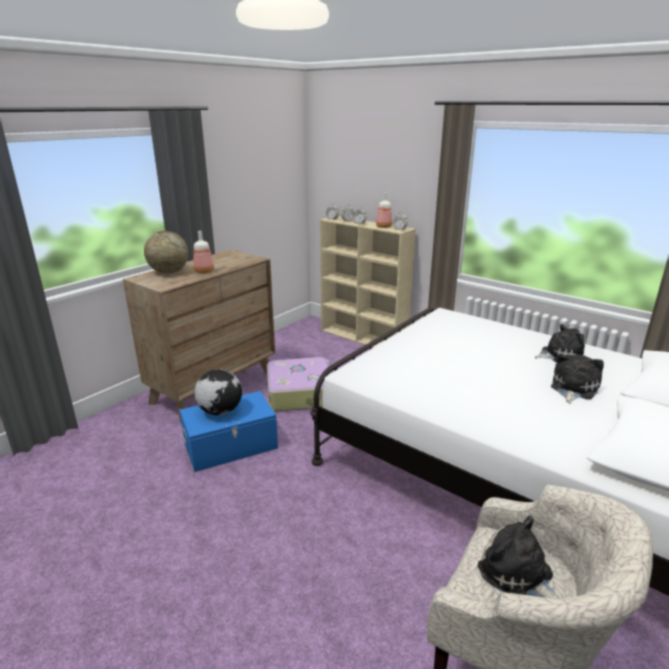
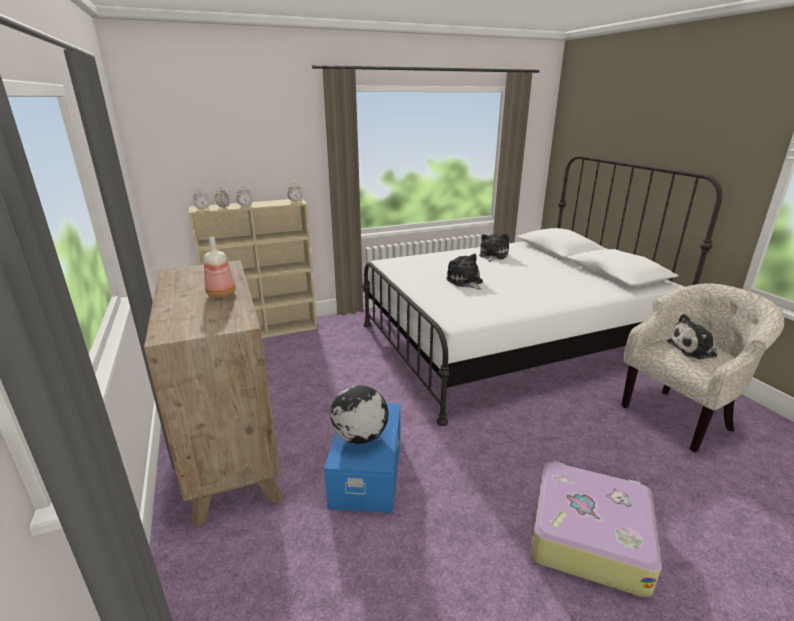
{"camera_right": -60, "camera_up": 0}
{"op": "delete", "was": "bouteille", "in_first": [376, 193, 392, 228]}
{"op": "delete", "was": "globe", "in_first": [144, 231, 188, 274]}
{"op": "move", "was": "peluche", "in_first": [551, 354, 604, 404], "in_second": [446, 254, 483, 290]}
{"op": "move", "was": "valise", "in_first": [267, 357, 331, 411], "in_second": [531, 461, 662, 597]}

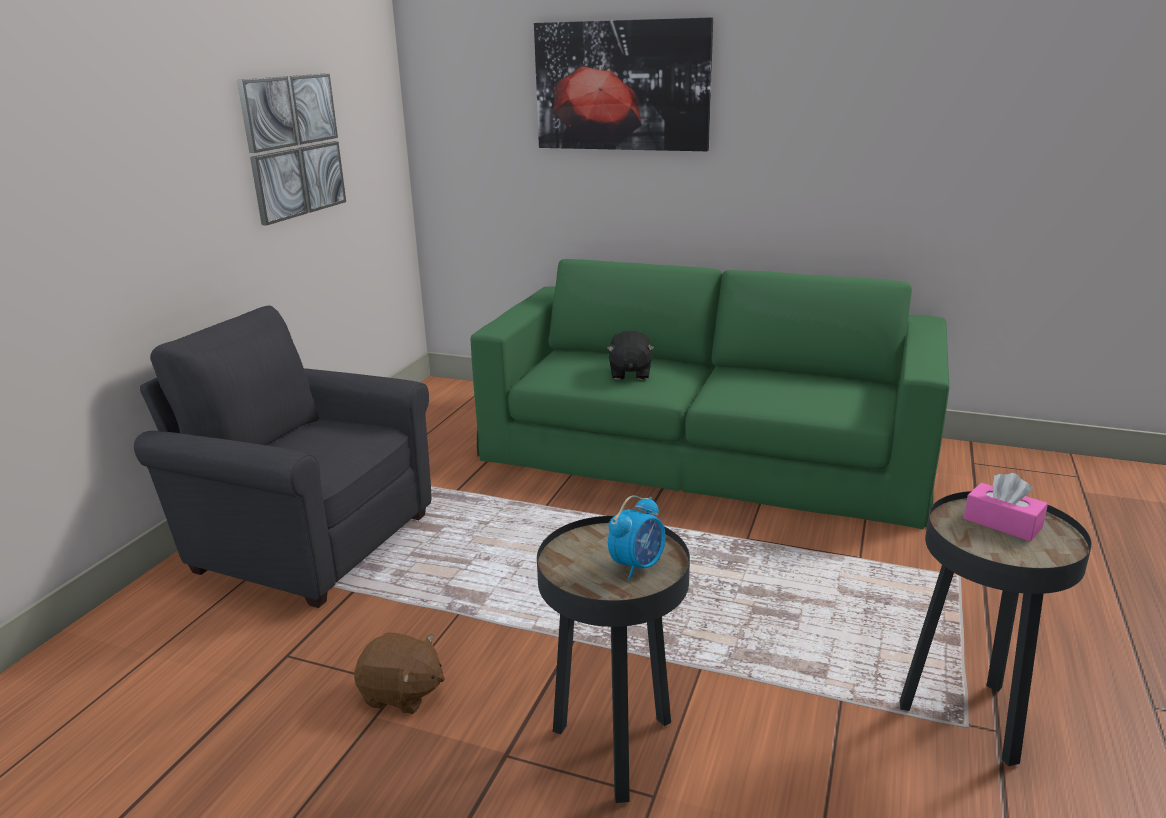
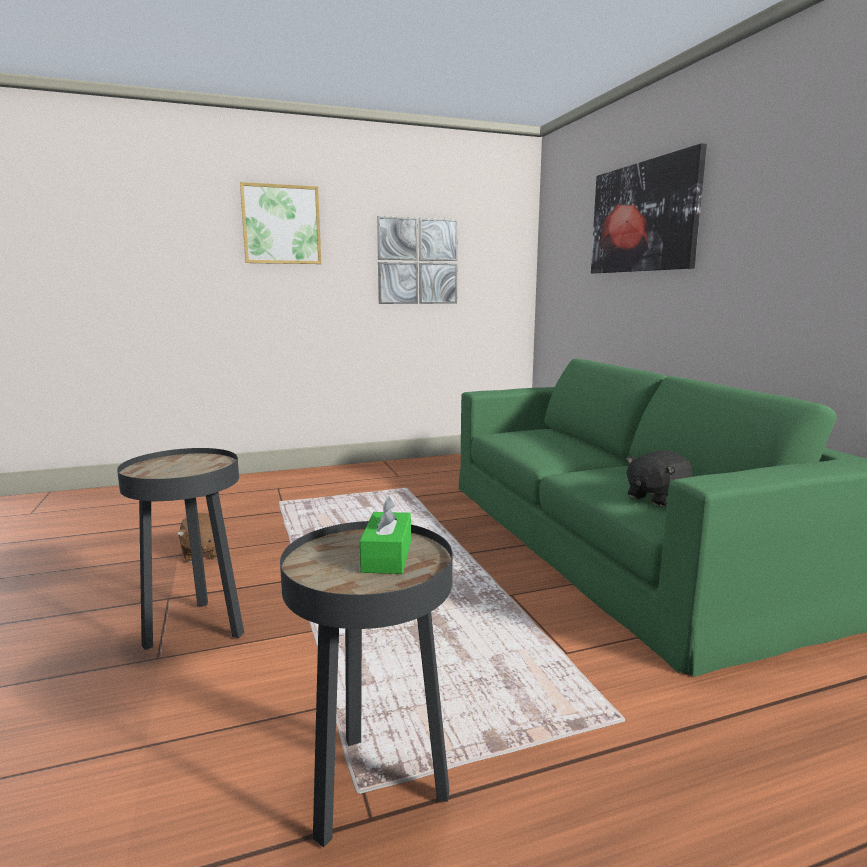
{"camera_right": 50, "camera_up": -10}
{"op": "delete", "was": "fauteuil/gris", "in_first": [134, 306, 431, 608]}
{"op": "move", "was": "peluche/noir", "in_first": [606, 331, 655, 380], "in_second": [626, 450, 693, 506]}
{"op": "recolor", "was": "boîte à mouchoirs/rose", "now": "boîte à mouchoirs/vert", "in_first": [964, 473, 1048, 541], "in_second": [360, 495, 411, 574]}
{"op": "delete", "was": "réveil", "in_first": [608, 495, 666, 580]}
{"op": "insert", "now": "tableau", "in_second": [240, 182, 321, 264]}

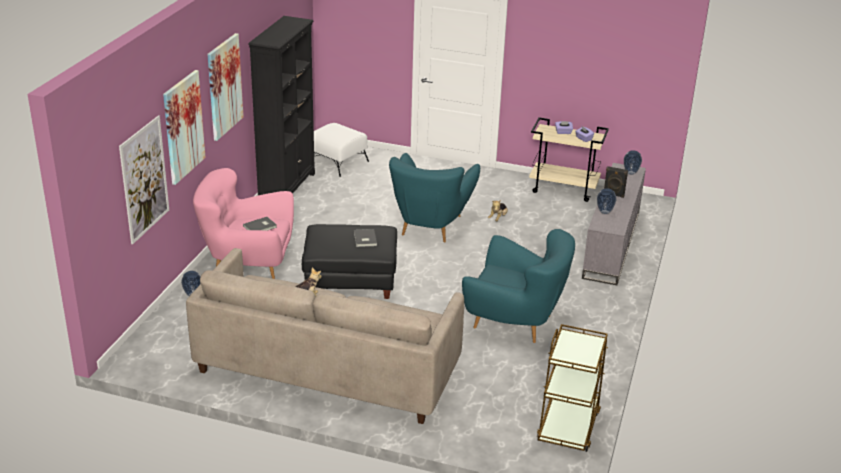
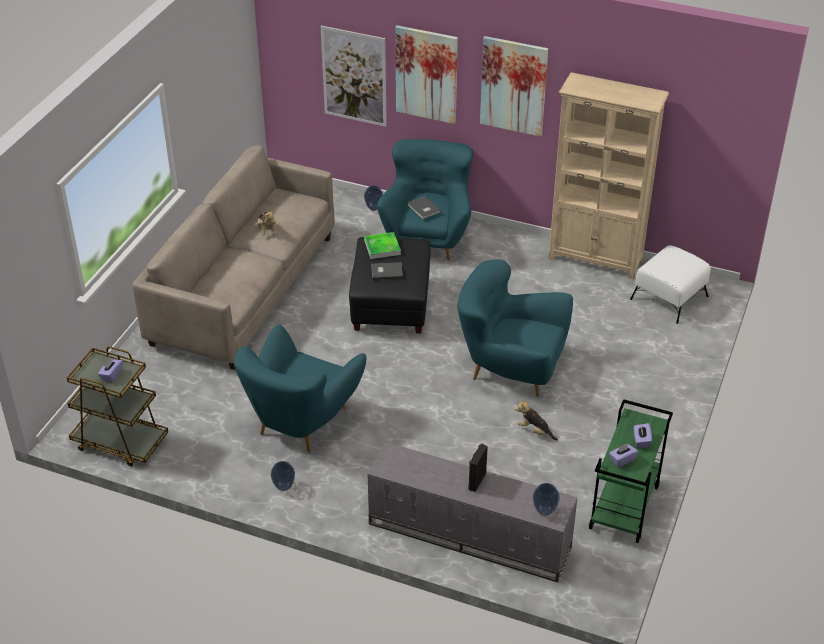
{"camera_right": 95, "camera_up": 10}
{"op": "recolor", "was": "bibliothèque/noir", "now": "bibliothèque/beige", "in_first": [248, 16, 315, 195], "in_second": [548, 72, 669, 279]}
{"op": "recolor", "was": "chariot/beige", "now": "chariot/vert", "in_first": [529, 117, 609, 202], "in_second": [589, 399, 673, 543]}
{"op": "recolor", "was": "fauteuil/rose", "now": "fauteuil/turquoise", "in_first": [193, 168, 294, 279], "in_second": [377, 139, 473, 260]}
{"op": "move", "was": "vase", "in_first": [597, 188, 616, 214], "in_second": [271, 461, 295, 491]}
{"op": "insert", "now": "plateau", "in_second": [364, 232, 401, 259]}
{"op": "insert", "now": "boîte à mouchoirs/violet", "in_second": [98, 358, 123, 383]}

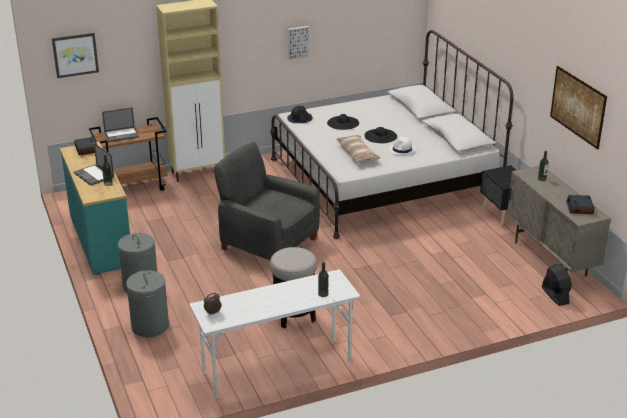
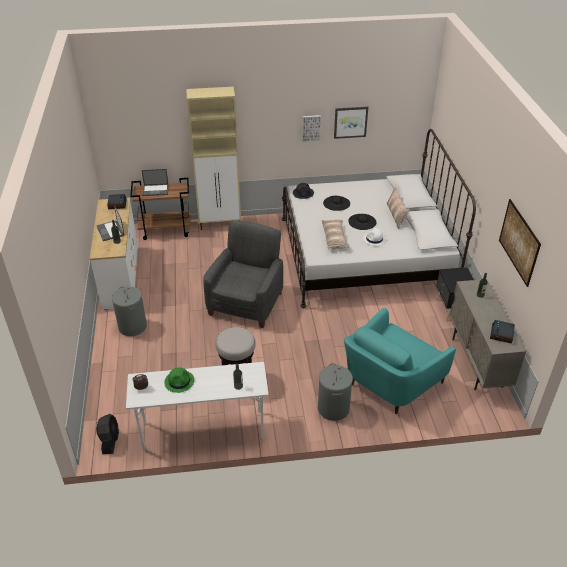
{"camera_right": 15, "camera_up": 10}
{"op": "move", "was": "tableau", "in_first": [52, 33, 99, 78], "in_second": [334, 106, 368, 139]}
{"op": "recolor", "was": "commode/turquoise", "now": "commode/blanc", "in_first": [60, 142, 130, 275], "in_second": [90, 198, 138, 310]}
{"op": "rotate", "was": "fauteuil/gris", "in_first": [214, 142, 320, 260], "in_second": [203, 220, 283, 328], "clockwise": 60}
{"op": "move", "was": "ventilateur/noir", "in_first": [542, 264, 572, 306], "in_second": [96, 414, 119, 454]}
{"op": "move", "was": "panier à linge/gris", "in_first": [126, 270, 169, 337], "in_second": [318, 363, 353, 421]}
{"op": "insert", "now": "coussin", "in_second": [387, 187, 408, 229]}
{"op": "insert", "now": "fauteuil/turquoise", "in_second": [344, 308, 456, 415]}
{"op": "insert", "now": "chapeau/vert", "in_second": [164, 367, 194, 393]}

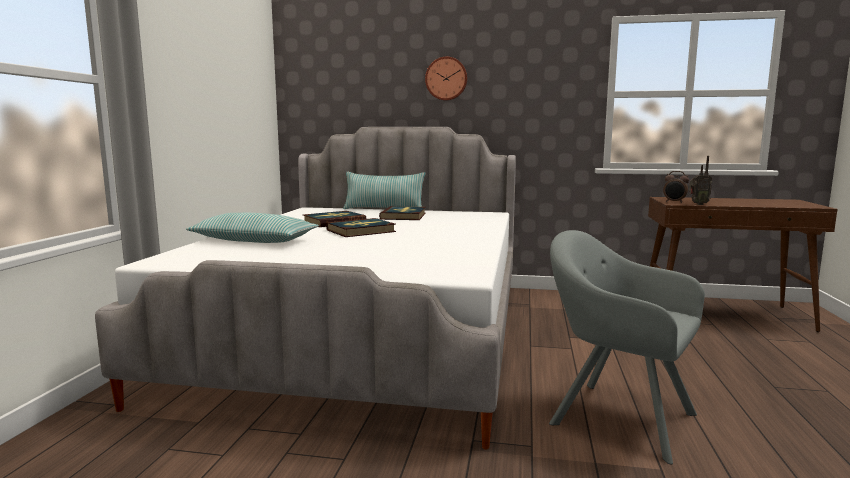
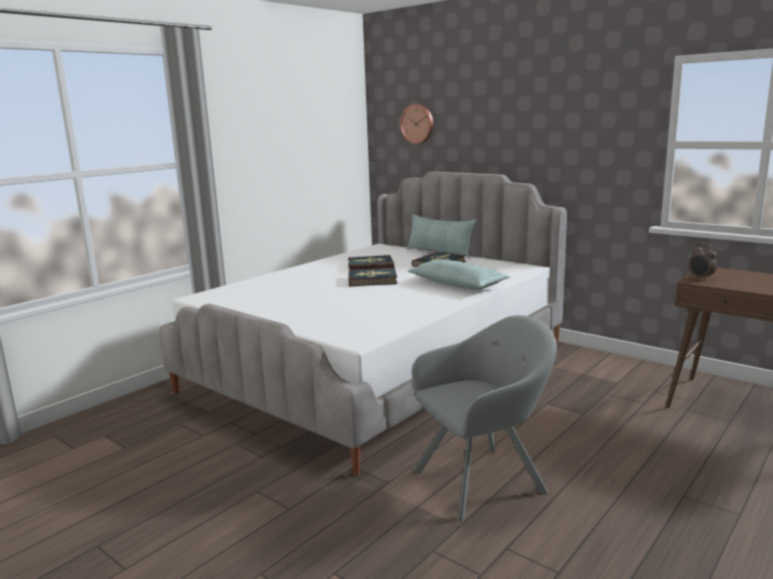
{"camera_right": 30, "camera_up": 5}
{"op": "move", "was": "horloge murale", "in_first": [425, 57, 467, 101], "in_second": [400, 104, 433, 144]}
{"op": "delete", "was": "radio", "in_first": [689, 156, 712, 205]}
{"op": "move", "was": "coussin", "in_first": [186, 213, 319, 243], "in_second": [408, 260, 510, 290]}
{"op": "rotate", "was": "fauteuil/gris", "in_first": [549, 230, 705, 464], "in_second": [412, 315, 557, 522], "clockwise": 90}

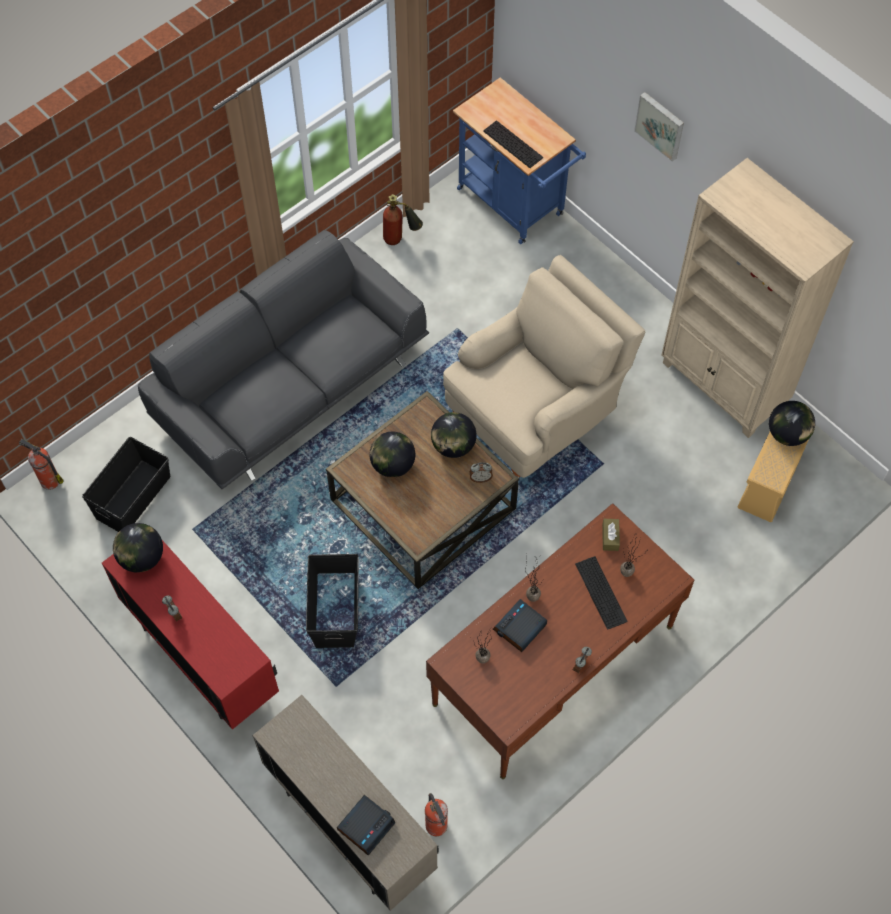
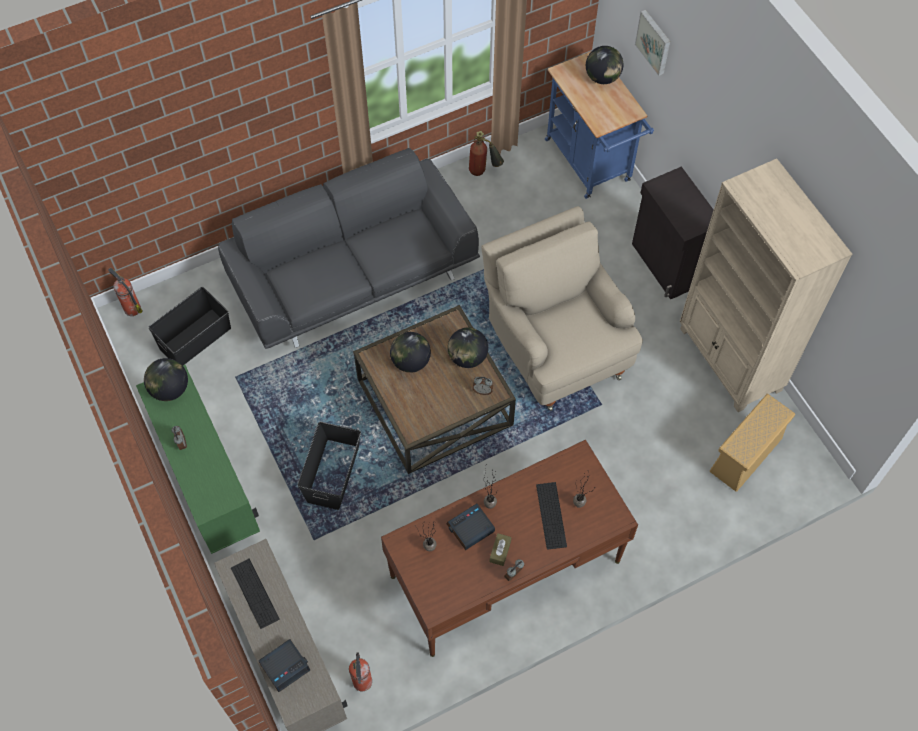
{"camera_right": 15, "camera_up": 0}
{"op": "move", "was": "tableau", "in_first": [634, 92, 684, 161], "in_second": [635, 10, 670, 76]}
{"op": "move", "was": "clavier", "in_first": [483, 120, 543, 168], "in_second": [231, 558, 280, 629]}
{"op": "rotate", "was": "fauteuil/beige", "in_first": [443, 255, 645, 478], "in_second": [481, 206, 643, 411], "clockwise": -90}
{"op": "move", "was": "globe", "in_first": [769, 401, 815, 446], "in_second": [586, 46, 623, 84]}
{"op": "move", "was": "boîte à mouchoirs/marron", "in_first": [602, 519, 620, 551], "in_second": [490, 533, 511, 566]}
{"op": "recolor", "was": "meuble de rangement/rouge", "now": "meuble de rangement/vert", "in_first": [102, 540, 279, 730], "in_second": [136, 365, 260, 554]}
{"op": "insert", "now": "meuble de rangement/noir", "in_second": [632, 166, 713, 299]}

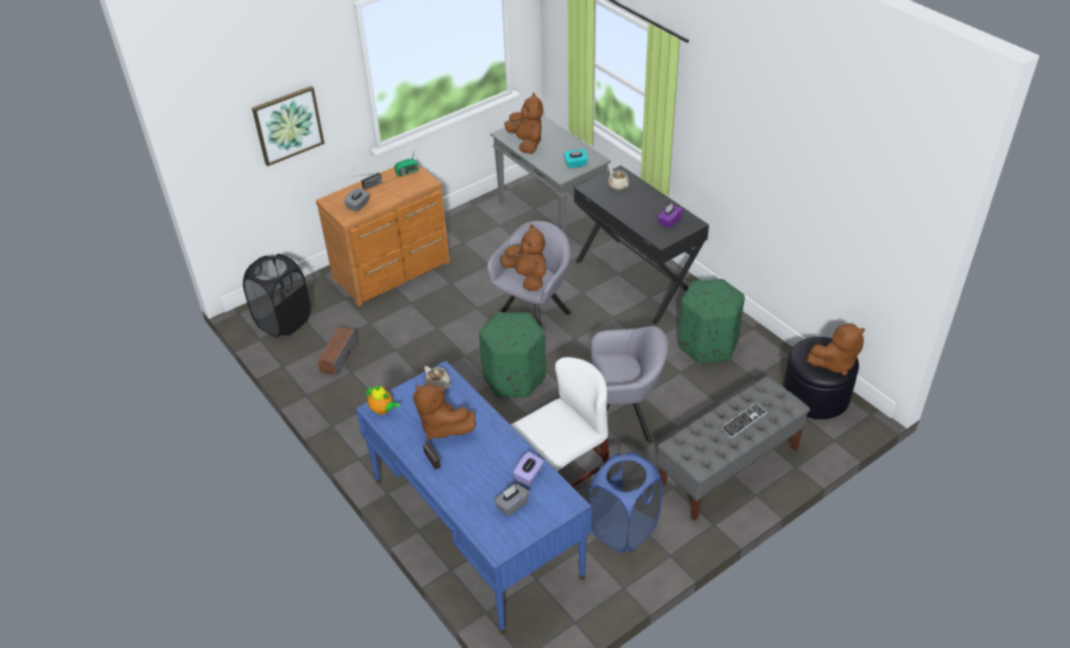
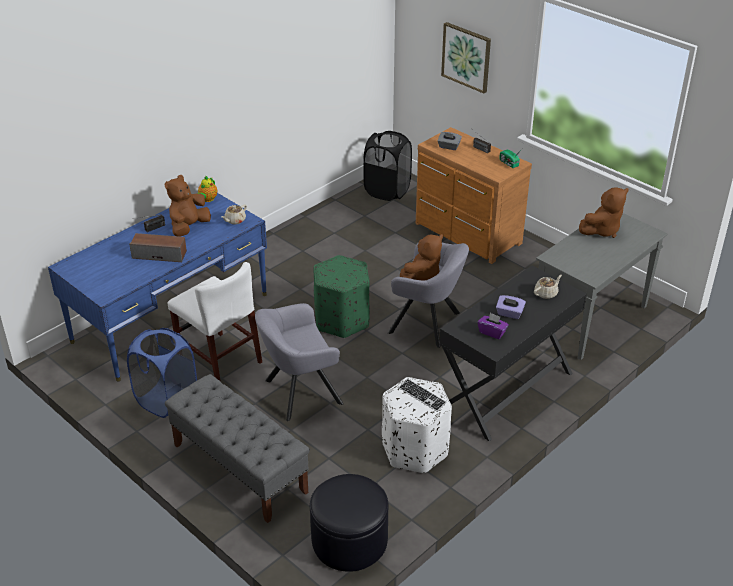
{"camera_right": 80, "camera_up": -5}
{"op": "delete", "was": "boîte à mouchoirs/turquoise", "in_first": [563, 149, 588, 168]}
{"op": "recolor", "was": "pouf/vert", "now": "pouf/blanc", "in_first": [678, 279, 745, 364], "in_second": [382, 377, 452, 473]}
{"op": "delete", "was": "peluche/marron", "in_first": [806, 323, 865, 376]}
{"op": "rotate", "was": "fauteuil/gris", "in_first": [591, 326, 668, 443], "in_second": [255, 303, 343, 421], "clockwise": 75}
{"op": "move", "was": "enceinte", "in_first": [317, 327, 357, 376], "in_second": [129, 233, 187, 262]}
{"op": "move", "was": "clavier", "in_first": [721, 403, 767, 438], "in_second": [399, 379, 447, 412]}
{"op": "move", "was": "boîte à mouchoirs/violet", "in_first": [513, 451, 544, 486], "in_second": [496, 295, 526, 319]}
{"op": "delete", "was": "boîte à mouchoirs/gris", "in_first": [494, 484, 530, 517]}

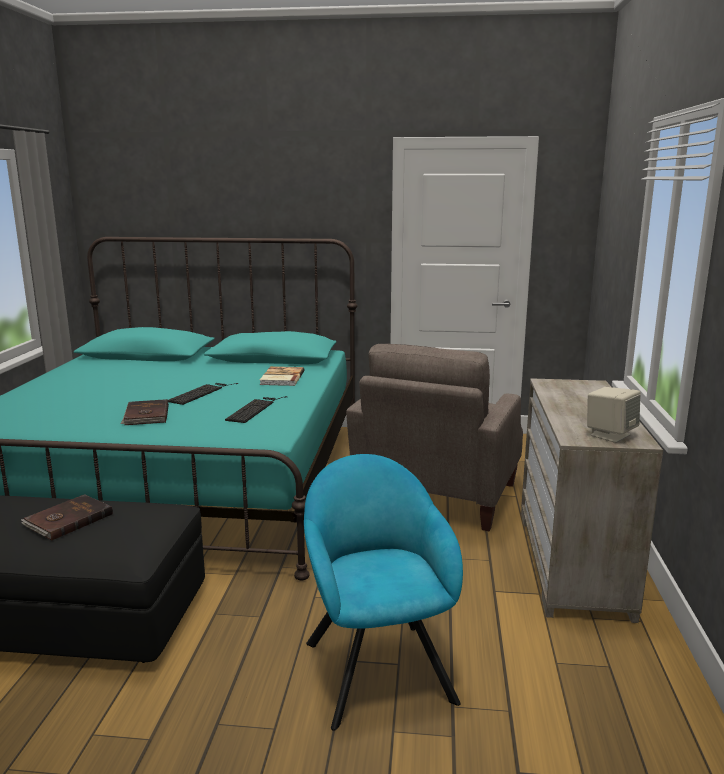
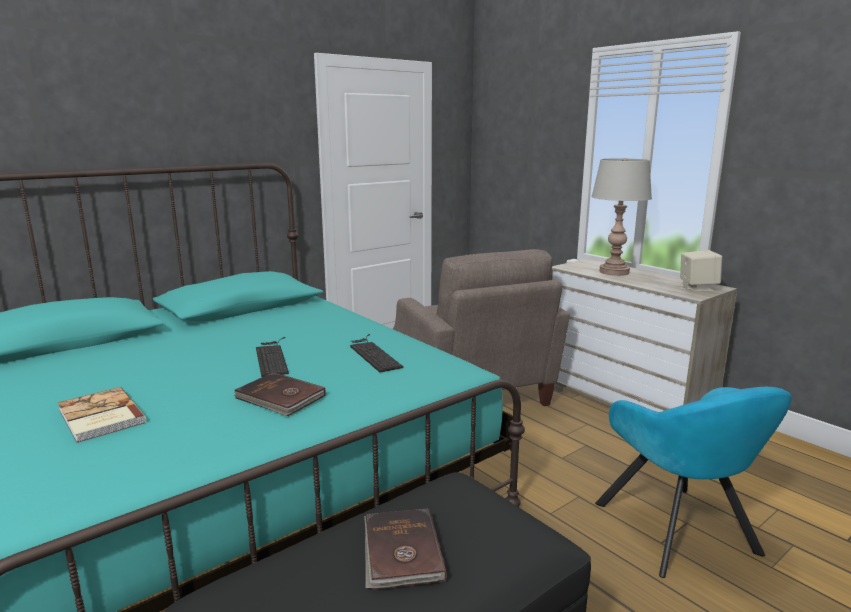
{"camera_right": -45, "camera_up": 0}
{"op": "move", "was": "livre", "in_first": [260, 366, 305, 386], "in_second": [57, 387, 146, 443]}
{"op": "rotate", "was": "fauteuil/turquoise", "in_first": [304, 454, 463, 730], "in_second": [595, 387, 792, 578], "clockwise": -135}
{"op": "insert", "now": "lampe de table/gris", "in_second": [591, 158, 652, 276]}

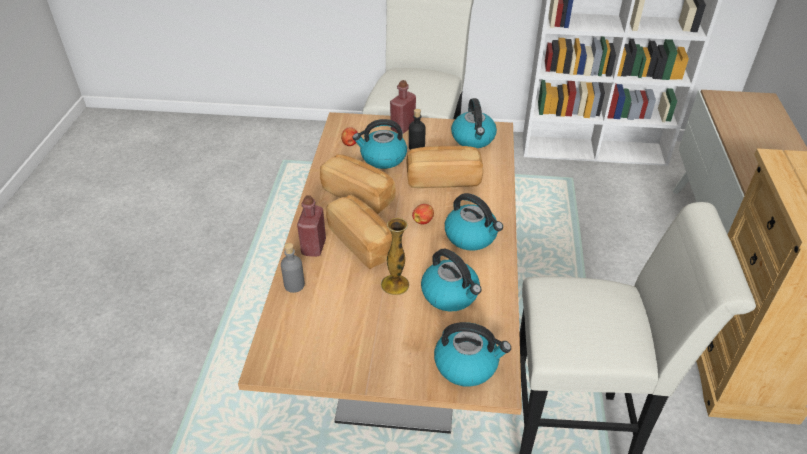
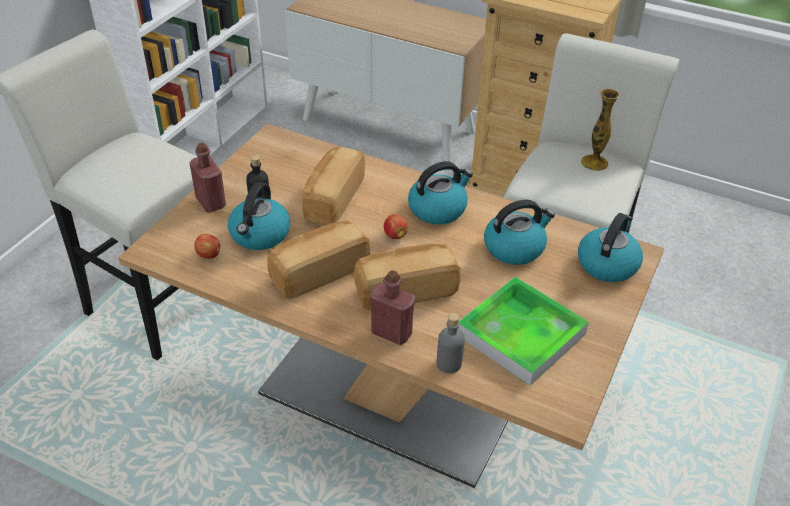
{"camera_right": -70, "camera_up": 0}
{"op": "delete", "was": "bouilloire", "in_first": [451, 98, 497, 148]}
{"op": "move", "was": "vase", "in_first": [381, 218, 409, 295], "in_second": [581, 89, 620, 171]}
{"op": "insert", "now": "plateau", "in_second": [458, 277, 589, 386]}

